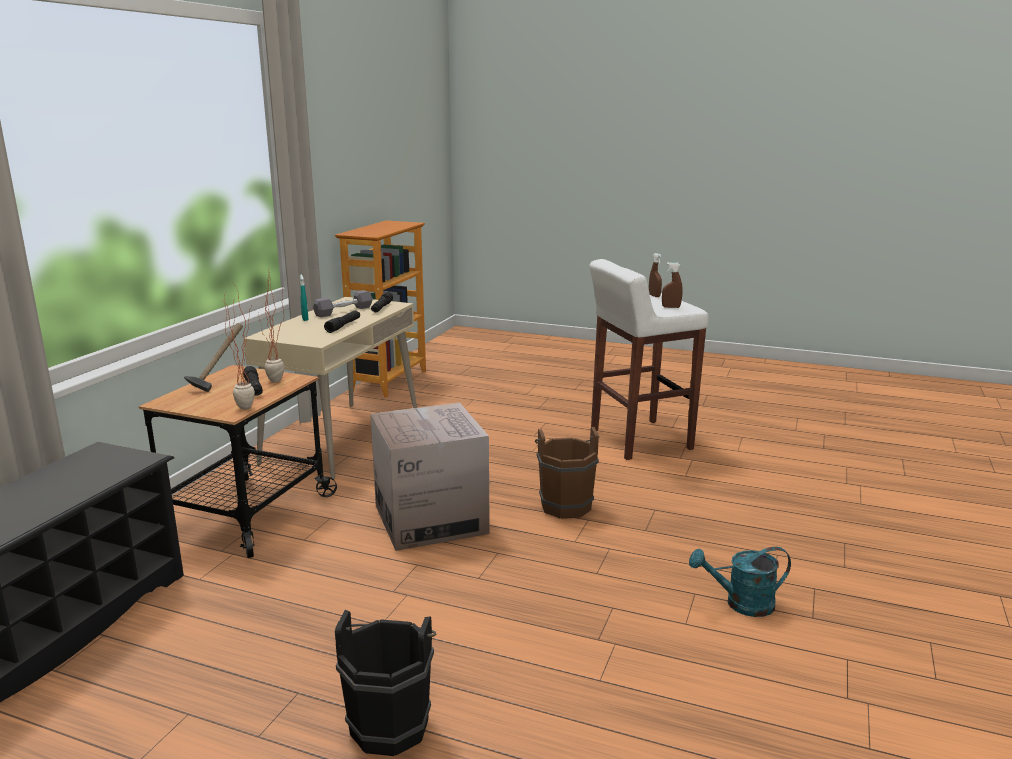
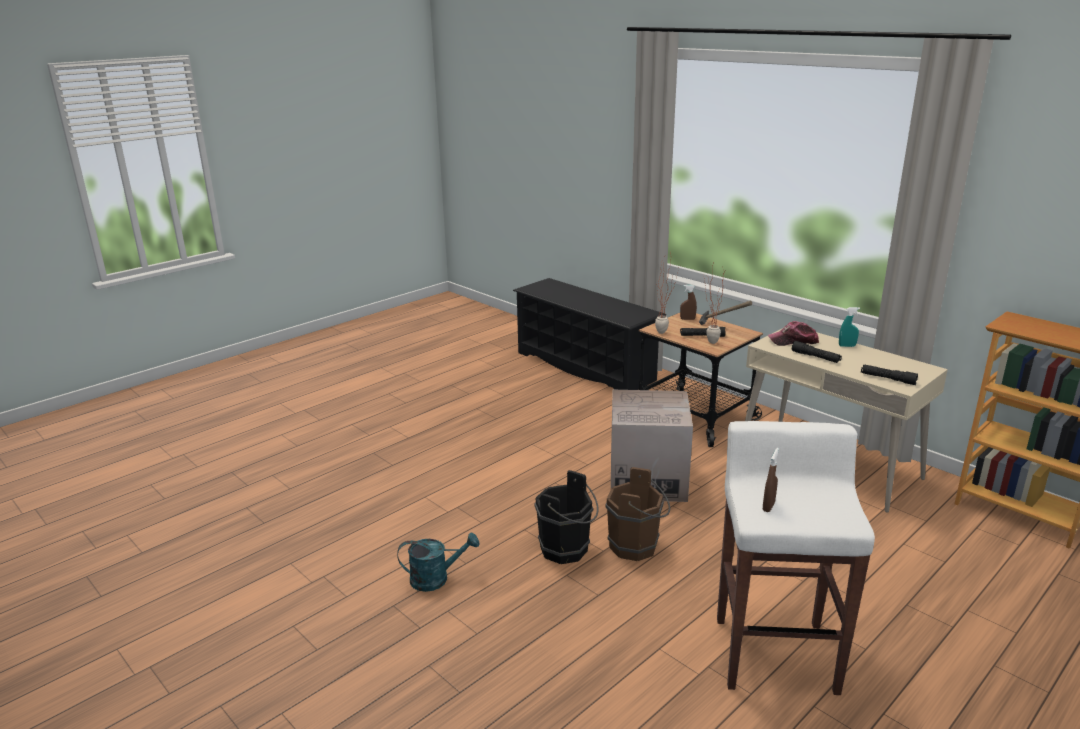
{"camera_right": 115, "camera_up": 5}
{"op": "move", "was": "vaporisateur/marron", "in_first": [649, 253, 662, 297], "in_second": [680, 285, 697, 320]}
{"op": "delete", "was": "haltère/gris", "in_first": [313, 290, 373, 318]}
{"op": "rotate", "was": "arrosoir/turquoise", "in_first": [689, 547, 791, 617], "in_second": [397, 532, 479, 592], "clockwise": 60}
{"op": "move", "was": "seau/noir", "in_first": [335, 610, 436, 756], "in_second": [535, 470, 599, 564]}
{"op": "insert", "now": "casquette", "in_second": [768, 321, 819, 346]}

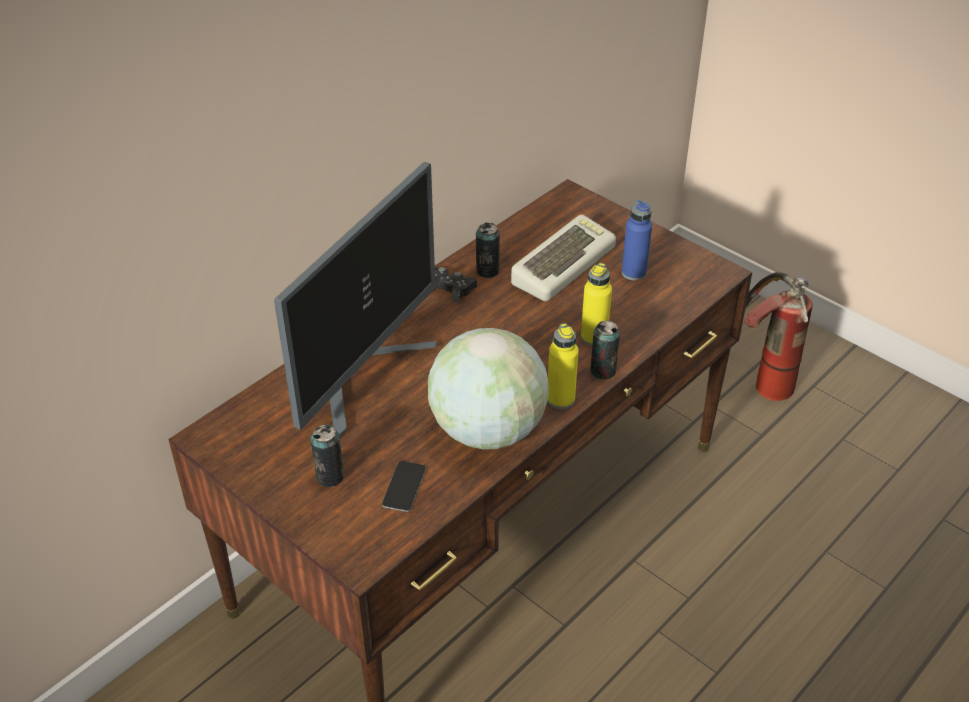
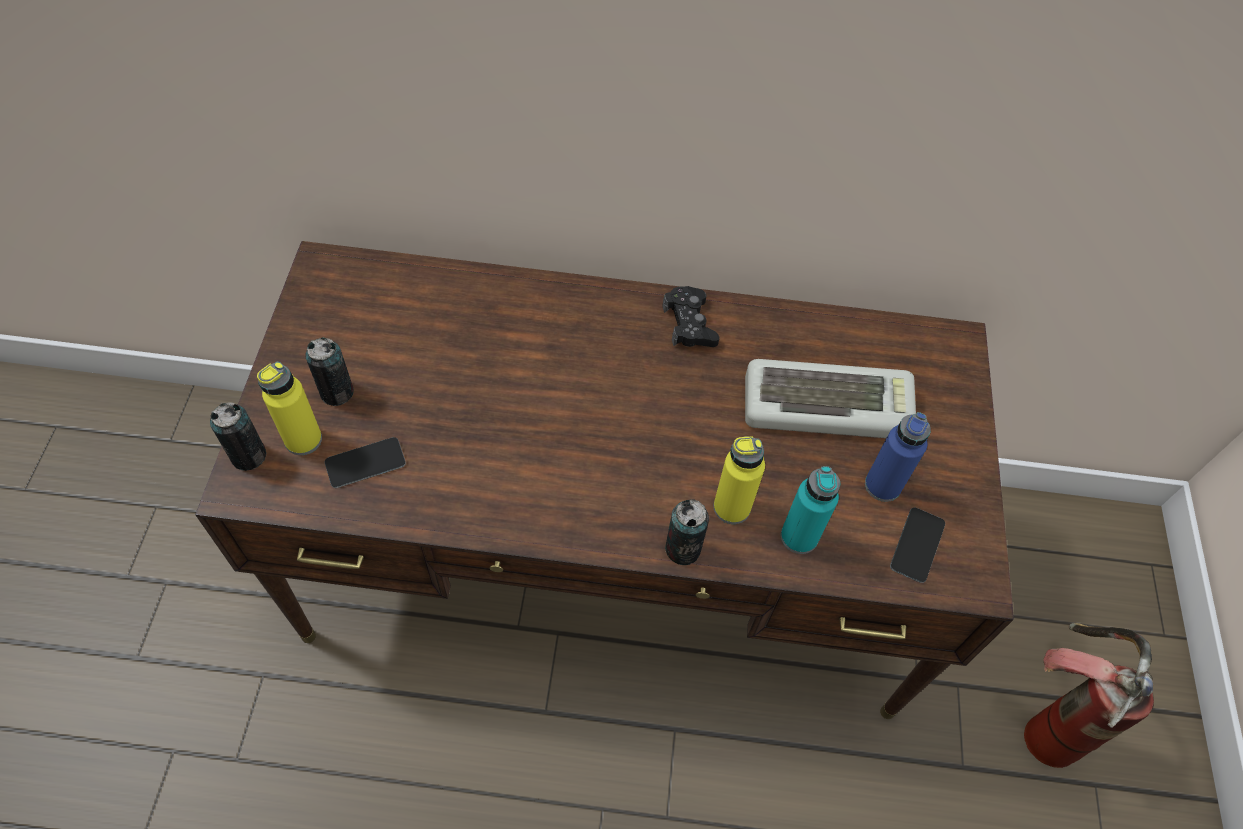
{"camera_right": 50, "camera_up": 15}
{"op": "delete", "was": "écran d'ordinateur", "in_first": [274, 162, 437, 437]}
{"op": "move", "was": "boîte métallique", "in_first": [476, 223, 500, 278], "in_second": [210, 402, 266, 471]}
{"op": "move", "was": "bouteille/jaune", "in_first": [547, 323, 579, 409], "in_second": [257, 362, 322, 455]}
{"op": "delete", "was": "globe", "in_first": [428, 328, 549, 449]}
{"op": "insert", "now": "bouteille/turquoise", "in_second": [781, 466, 840, 554]}
{"op": "insert", "now": "téléphone", "in_second": [890, 508, 945, 583]}

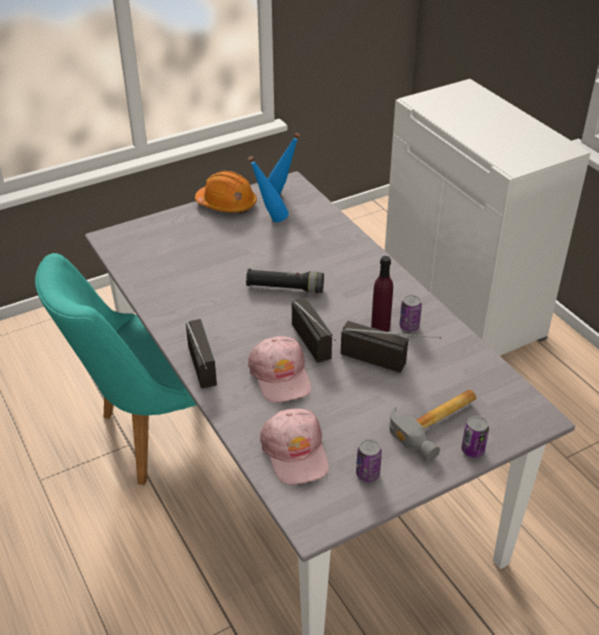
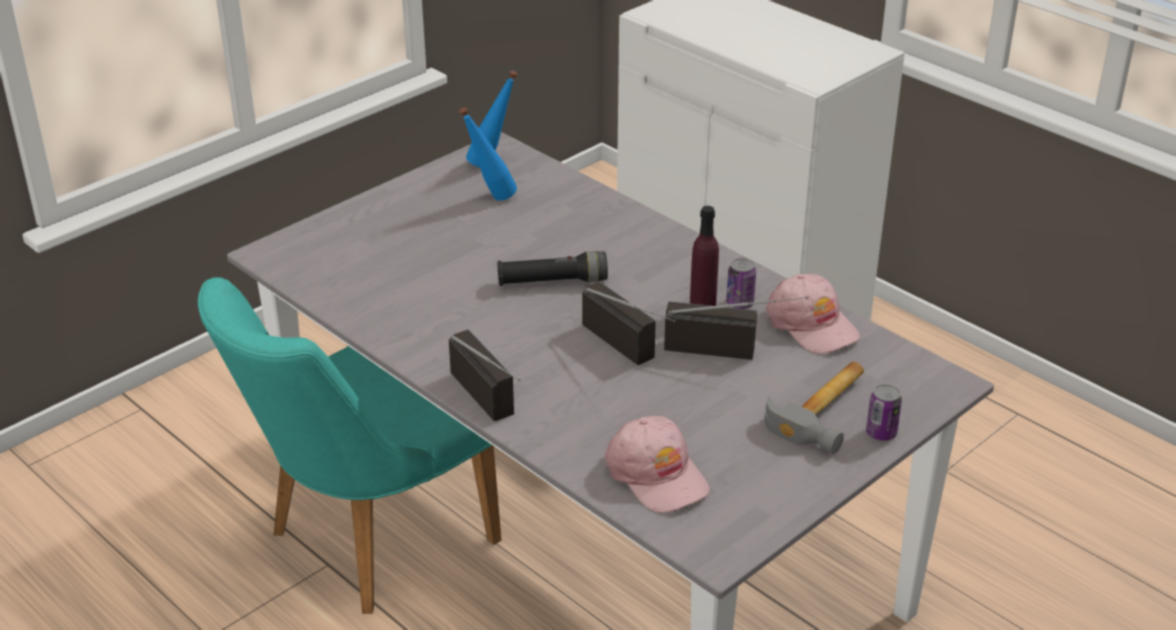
{"camera_right": -15, "camera_up": -5}
{"op": "delete", "was": "casque de chantier/orange", "in_first": [195, 171, 257, 213]}
{"op": "move", "was": "casquette/rose", "in_first": [248, 336, 311, 403], "in_second": [766, 274, 860, 354]}
{"op": "delete", "was": "boîte métallique", "in_first": [356, 439, 382, 482]}

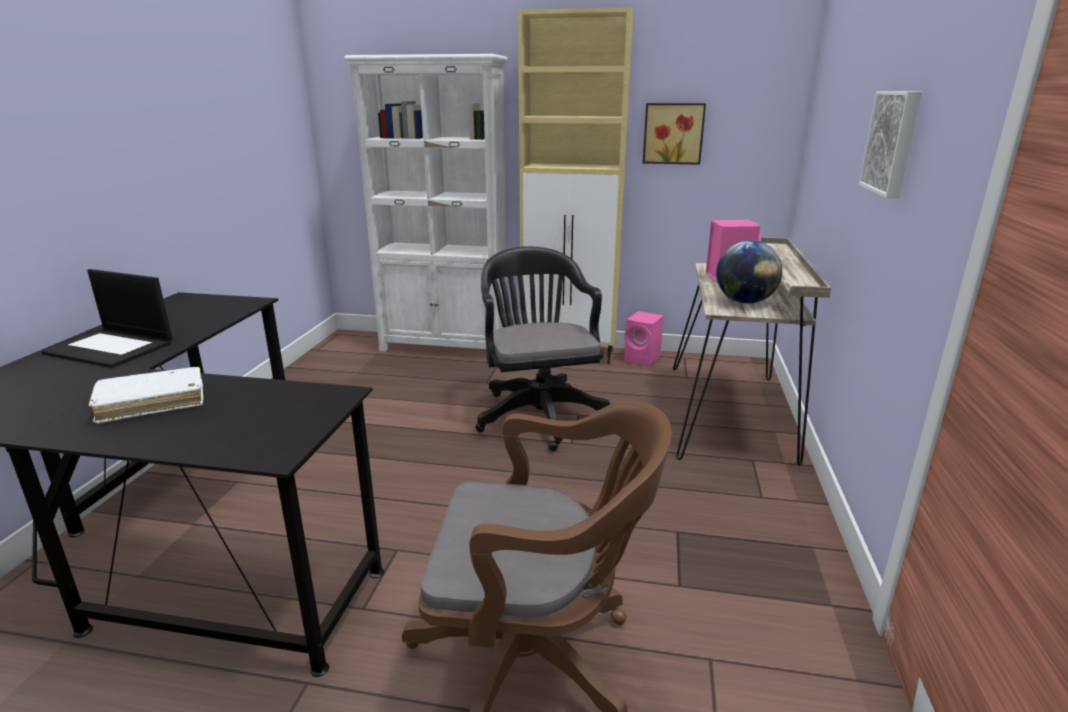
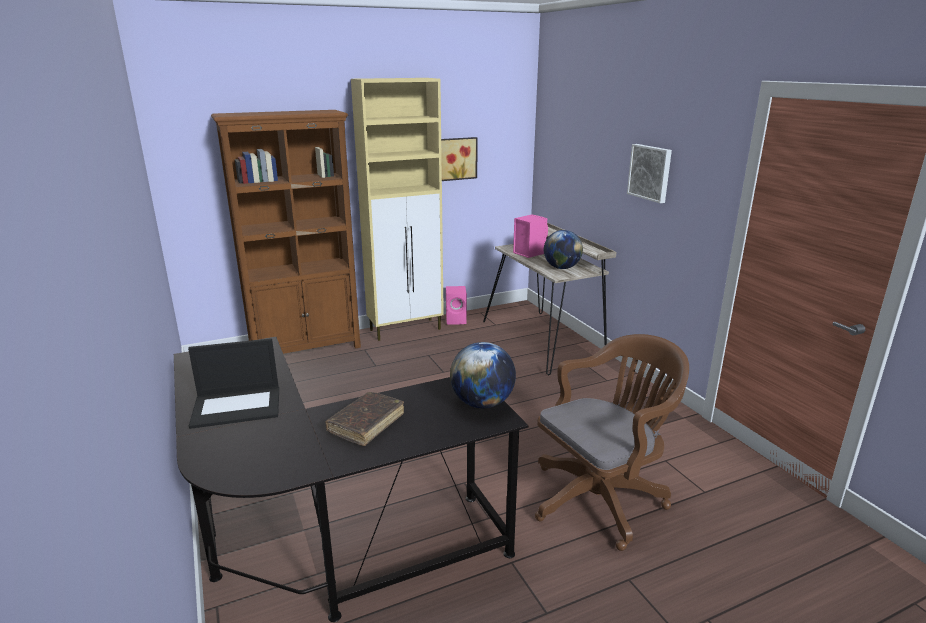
{"camera_right": -35, "camera_up": 0}
{"op": "recolor", "was": "bibliothèque/blanc", "now": "bibliothèque/marron", "in_first": [344, 54, 508, 352], "in_second": [211, 110, 361, 354]}
{"op": "delete", "was": "chaise de bureau/noir", "in_first": [476, 246, 610, 451]}
{"op": "recolor", "was": "livre/blanc", "now": "livre/marron", "in_first": [89, 367, 203, 424], "in_second": [325, 392, 404, 446]}
{"op": "insert", "now": "globe", "in_second": [450, 342, 516, 408]}

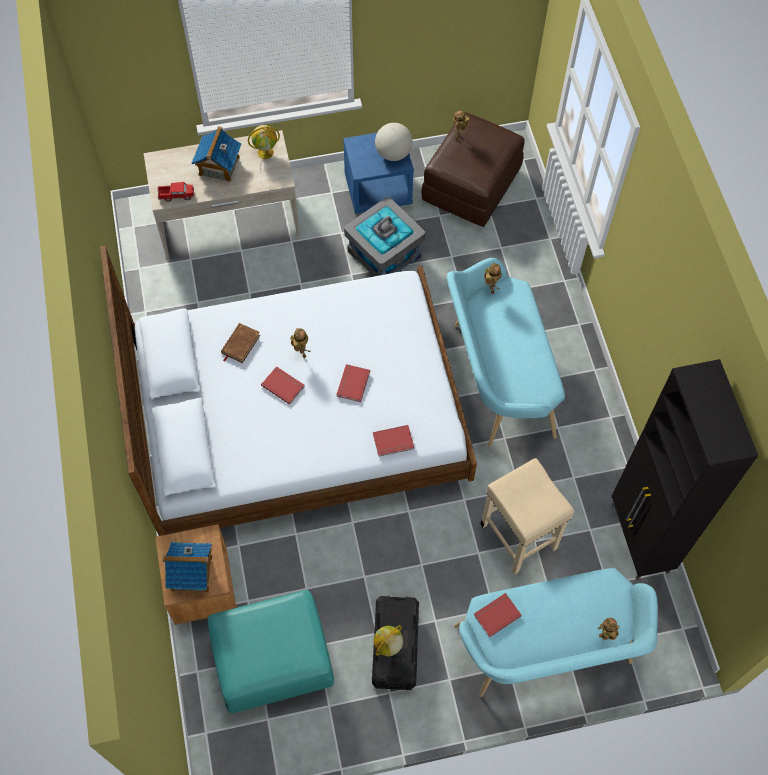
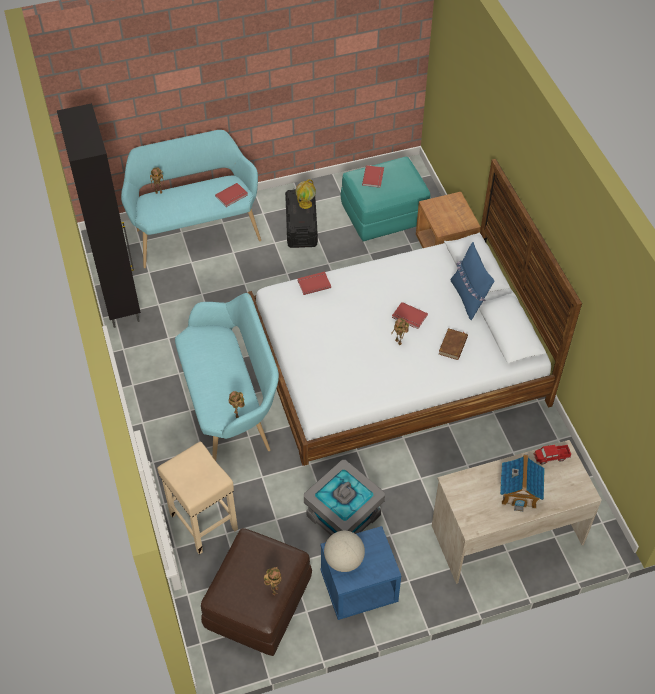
{"camera_right": 175, "camera_up": -10}
{"op": "delete", "was": "globe", "in_first": [248, 125, 280, 159]}
{"op": "move", "was": "livre/rouge", "in_first": [336, 364, 370, 402], "in_second": [362, 165, 384, 188]}
{"op": "move", "was": "tabouret/beige", "in_first": [481, 458, 574, 574], "in_second": [157, 442, 238, 554]}
{"op": "delete", "was": "maison miniature", "in_first": [162, 542, 212, 593]}
{"op": "insert", "now": "coussin/bleu", "in_second": [450, 242, 494, 320]}

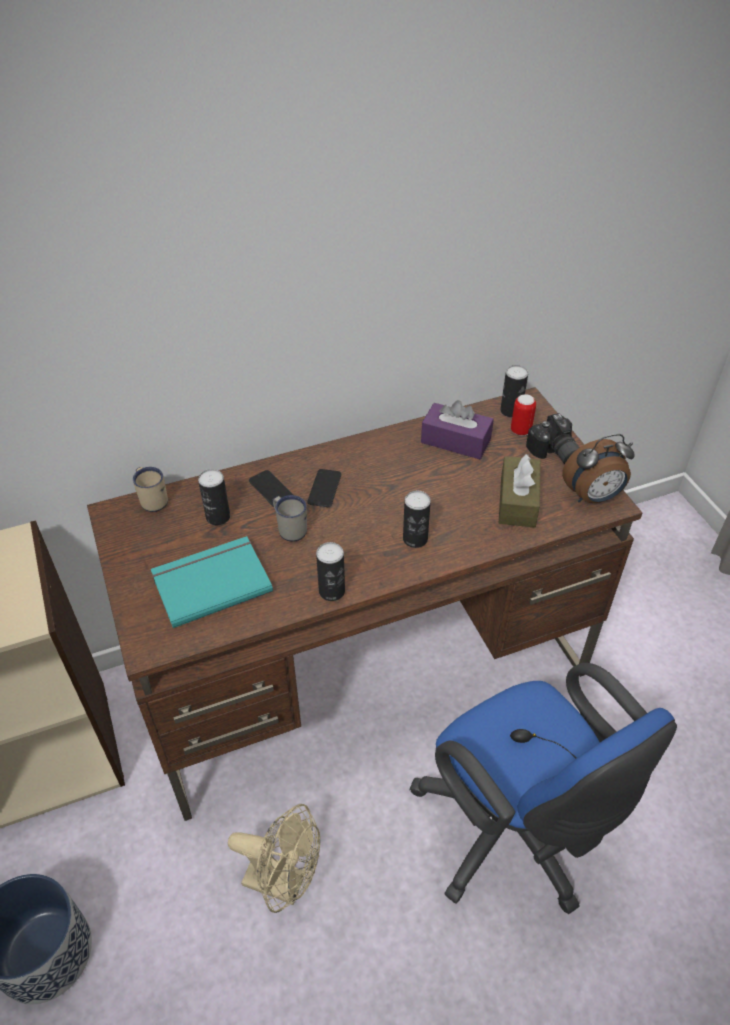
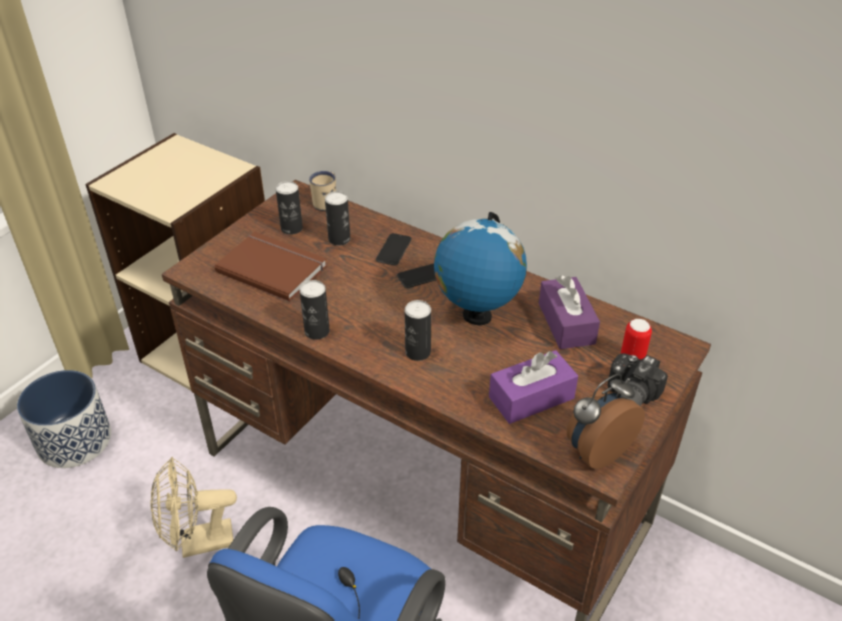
{"camera_right": 55, "camera_up": -5}
{"op": "move", "was": "boîte métallique", "in_first": [500, 365, 528, 418], "in_second": [276, 181, 303, 235]}
{"op": "rotate", "was": "réveil", "in_first": [562, 434, 635, 503], "in_second": [567, 374, 645, 469], "clockwise": 105}
{"op": "recolor", "was": "boîte à mouchoirs/marron", "now": "boîte à mouchoirs/violet", "in_first": [499, 454, 540, 528], "in_second": [489, 350, 578, 424]}
{"op": "delete", "was": "mug/blanc", "in_first": [272, 495, 307, 542]}
{"op": "recolor", "was": "livre/turquoise", "now": "livre/marron", "in_first": [151, 536, 273, 628], "in_second": [215, 232, 327, 301]}
{"op": "rotate", "was": "ventilateur/beige", "in_first": [228, 804, 320, 913], "in_second": [150, 457, 237, 558], "clockwise": 90}
{"op": "insert", "now": "globe", "in_second": [434, 212, 527, 325]}

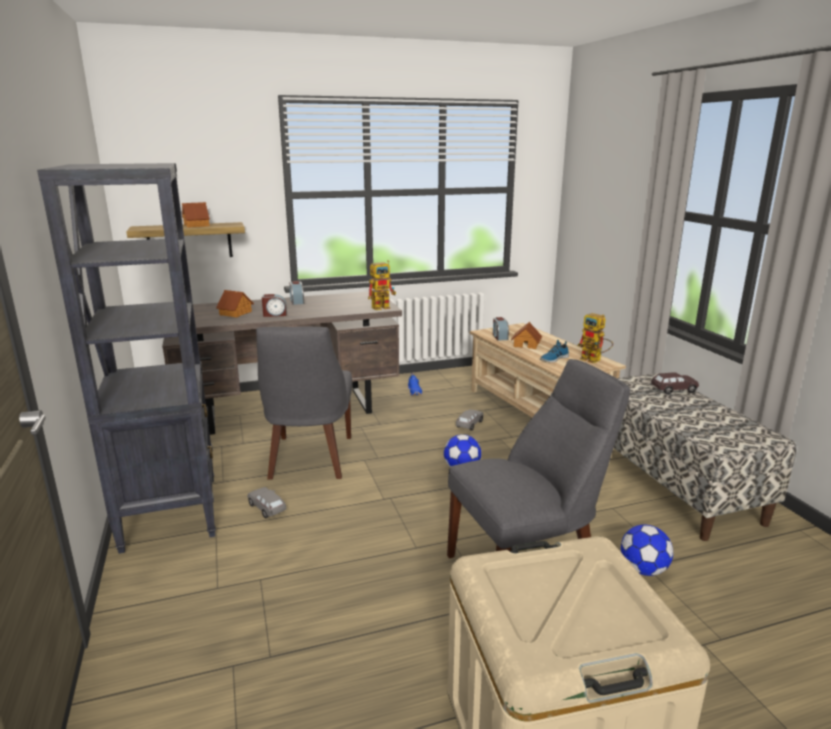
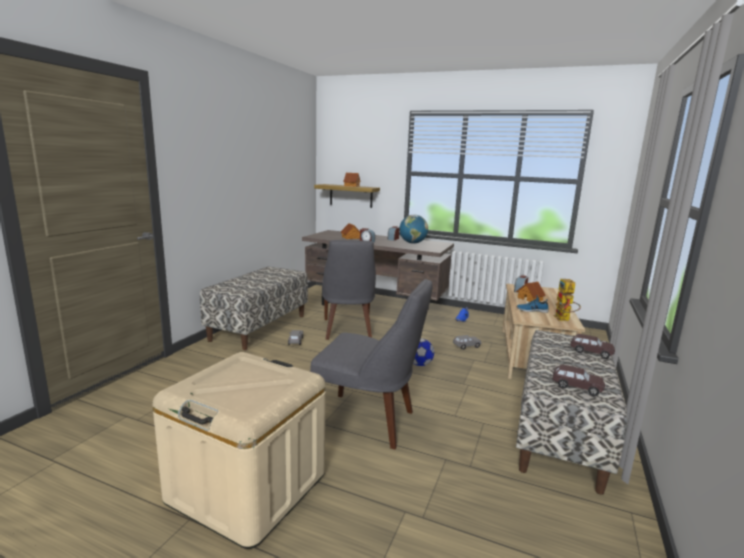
{"camera_right": 40, "camera_up": -5}
{"op": "replace", "was": "bibliothèque/noir", "now": "banc", "in_first": [37, 163, 216, 554], "in_second": [200, 266, 308, 350]}
{"op": "delete", "was": "robot jouet", "in_first": [368, 260, 396, 310]}
{"op": "rotate", "was": "chaise/gris", "in_first": [256, 327, 352, 480], "in_second": [322, 240, 376, 340], "clockwise": -45}
{"op": "delete", "was": "ballon de foot", "in_first": [621, 524, 673, 576]}
{"op": "insert", "now": "globe", "in_second": [399, 215, 428, 244]}
{"op": "insert", "now": "petite voiture/marron", "in_second": [553, 364, 605, 396]}

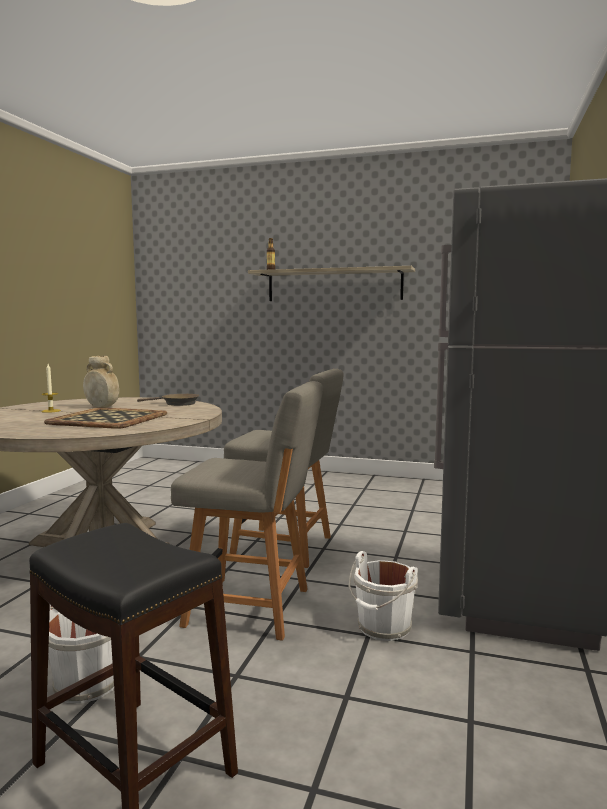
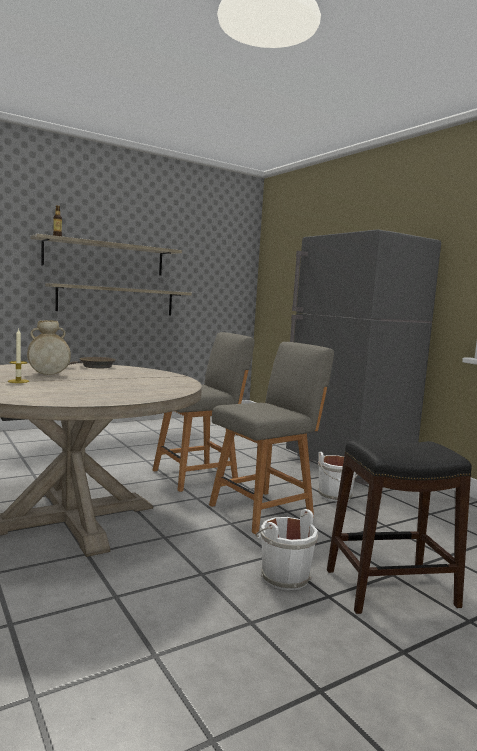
{"camera_right": -50, "camera_up": 0}
{"op": "delete", "was": "plateau", "in_first": [44, 408, 167, 429]}
{"op": "insert", "now": "étagère", "in_second": [45, 283, 192, 316]}

